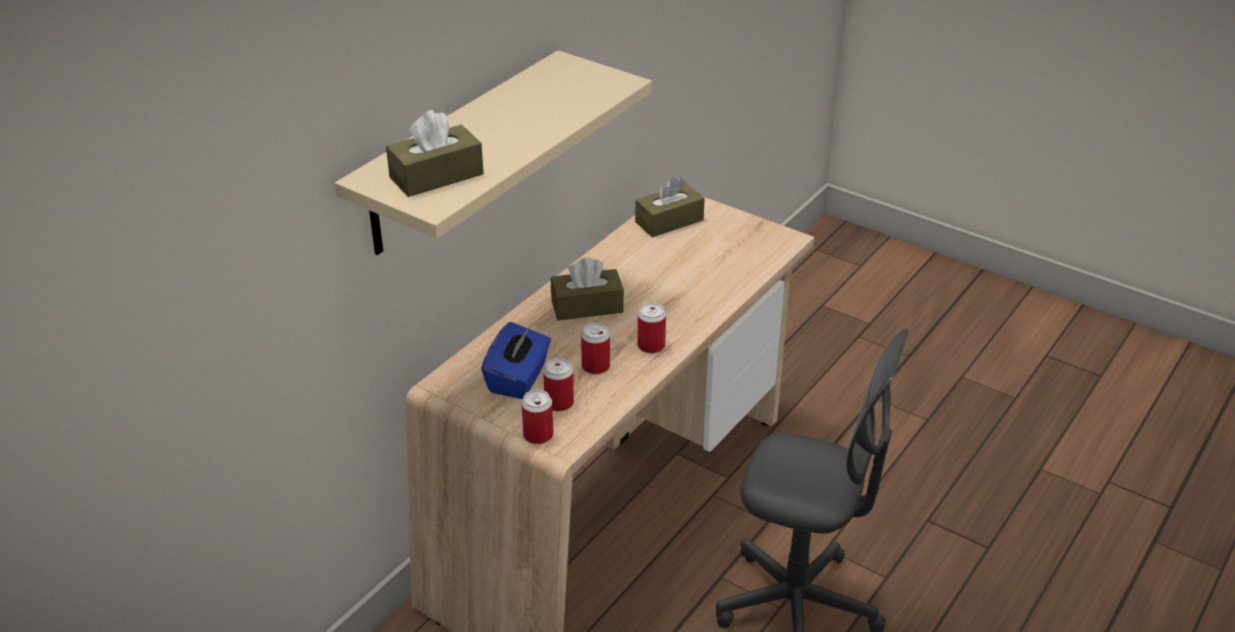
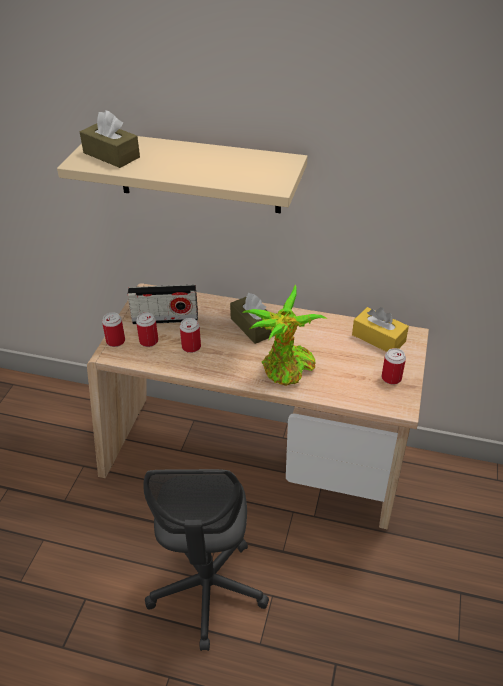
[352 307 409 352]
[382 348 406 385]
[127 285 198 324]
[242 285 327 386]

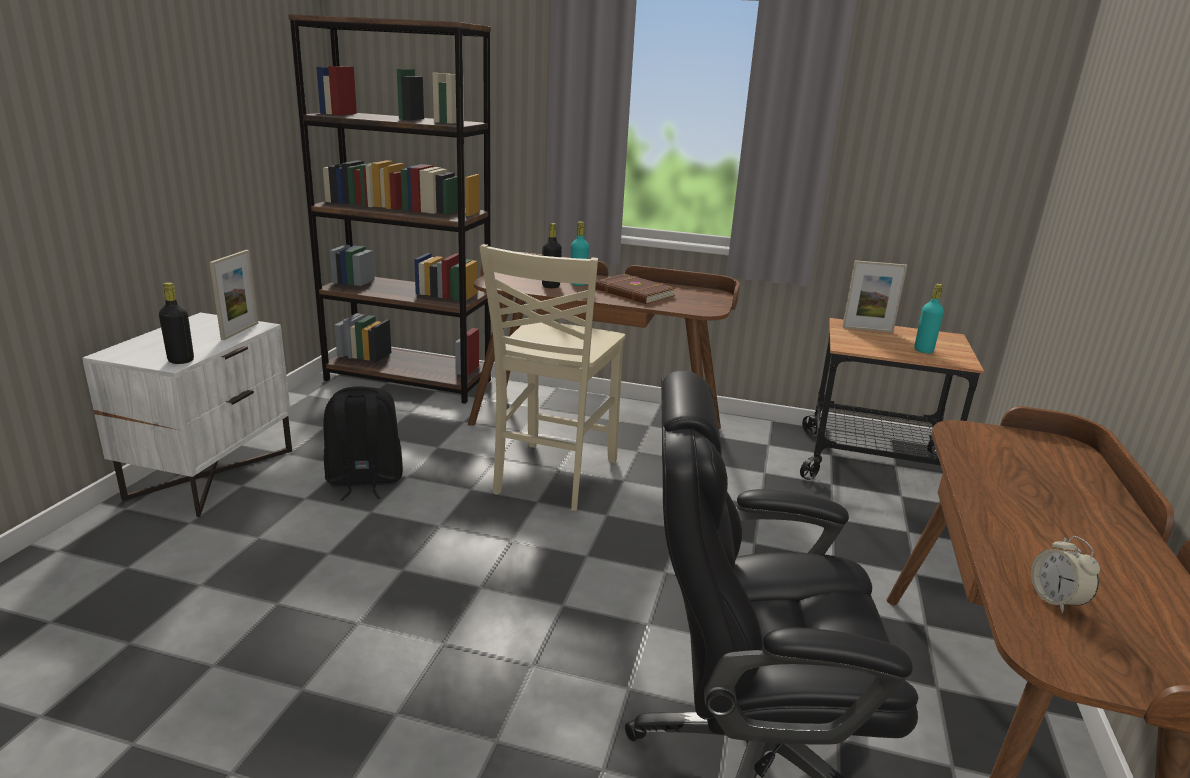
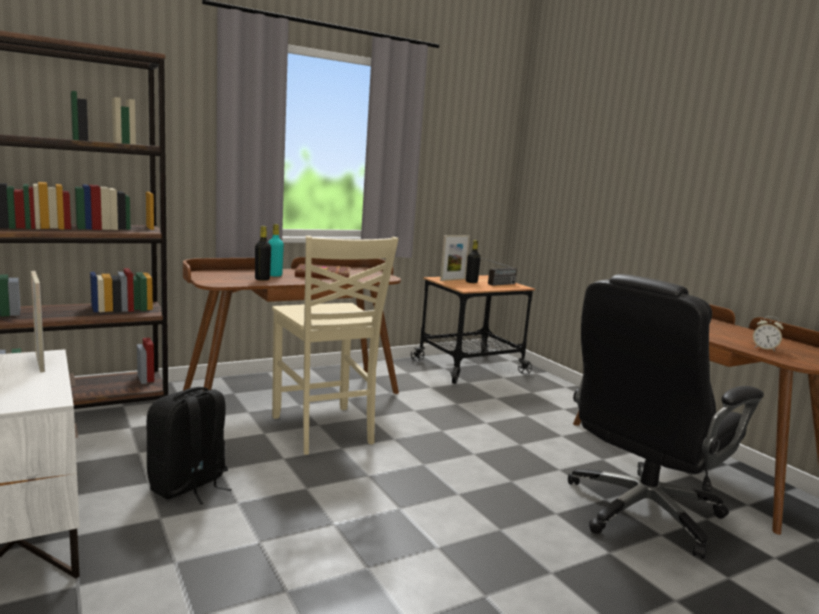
[466 240 481 283]
[479 257 517 286]

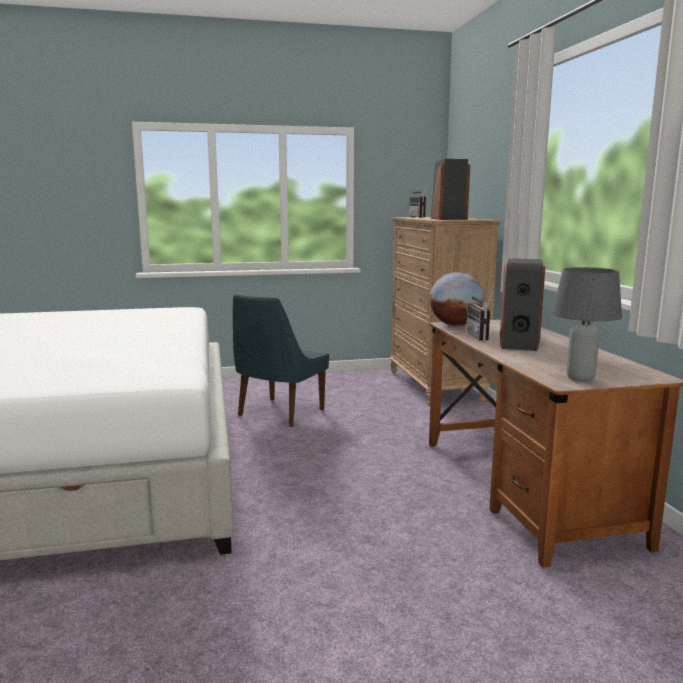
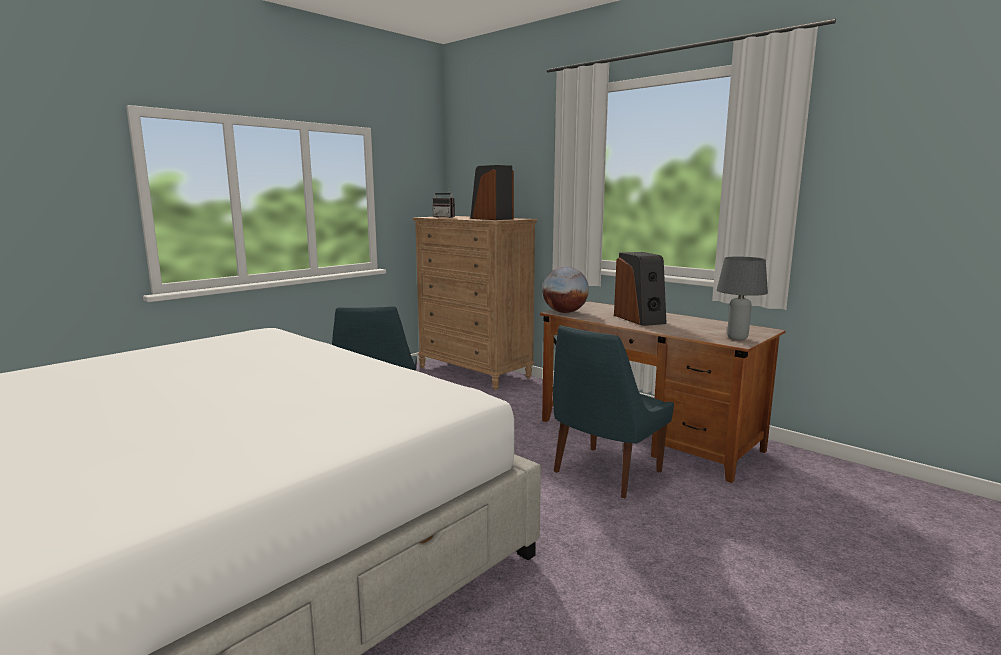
[466 289 494 341] (first image)
[553 325 674 498]

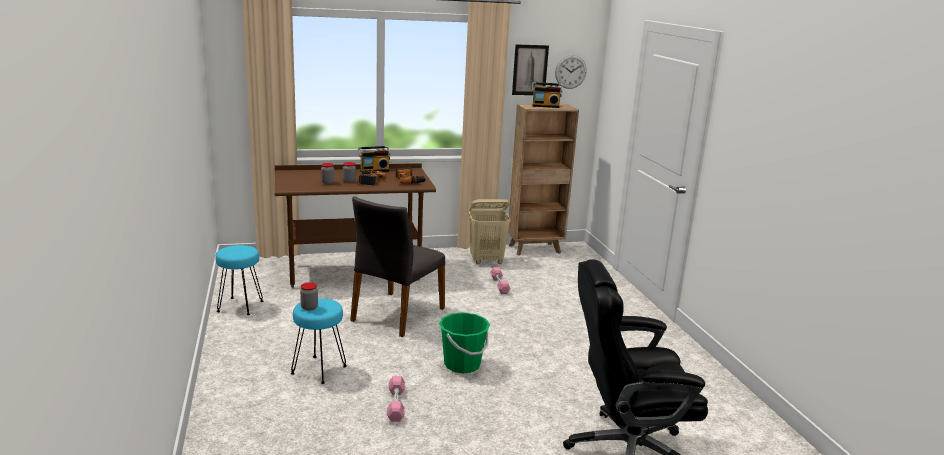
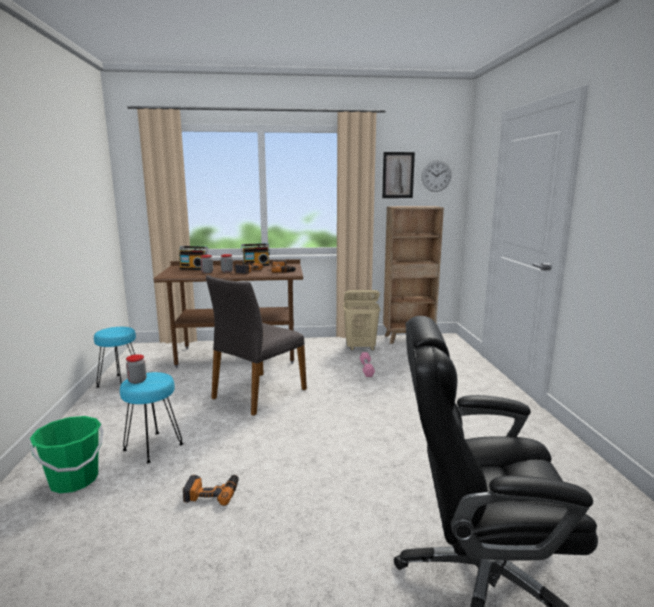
[178 246 208 270]
[30 416 104 493]
[183 475 239 506]

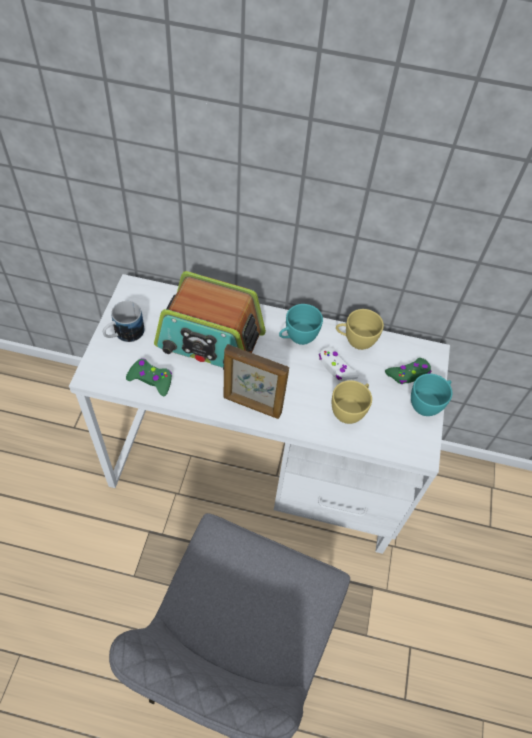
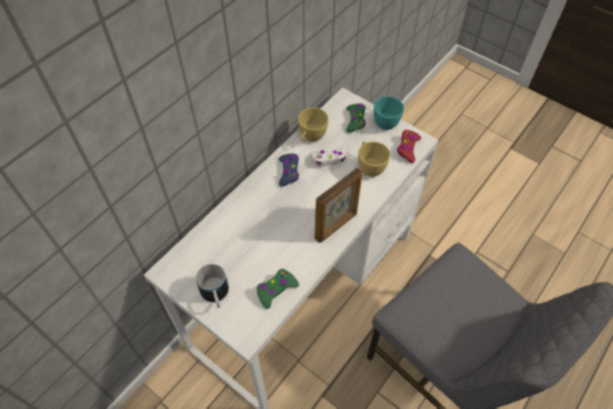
[154 271 266 370] (first image)
[279 154 299 187]
[397 130 421 163]

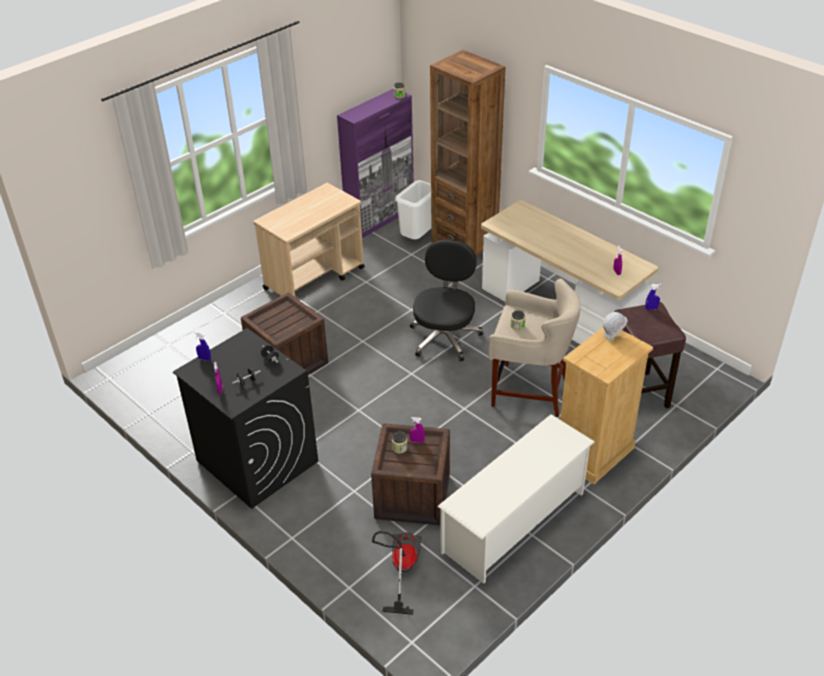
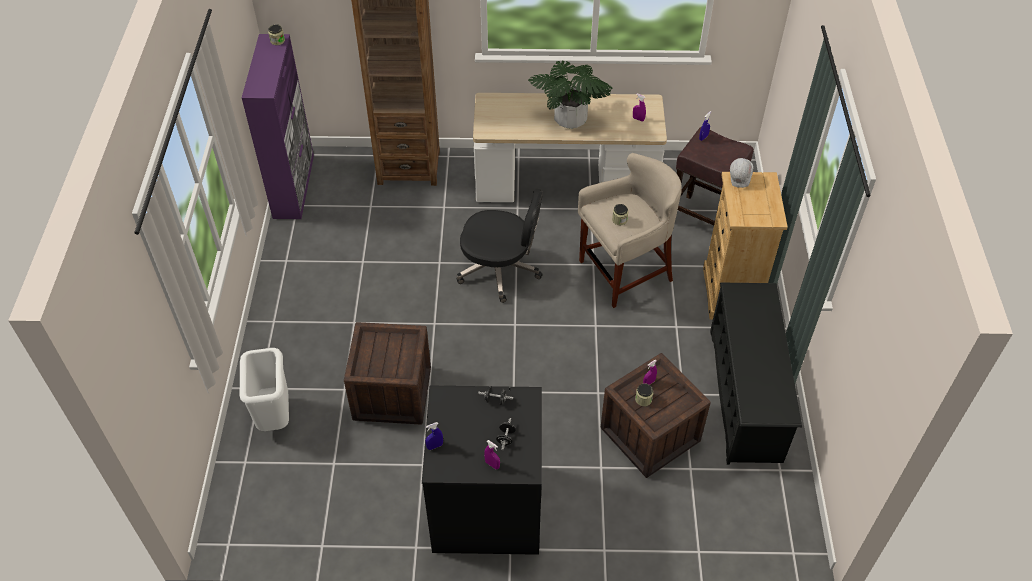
[240 348 289 431]
[254 183 365 297] (first image)
[457 188 543 303]
[710 283 802 465]
[372 531 422 615] (first image)
[528 61 612 129]

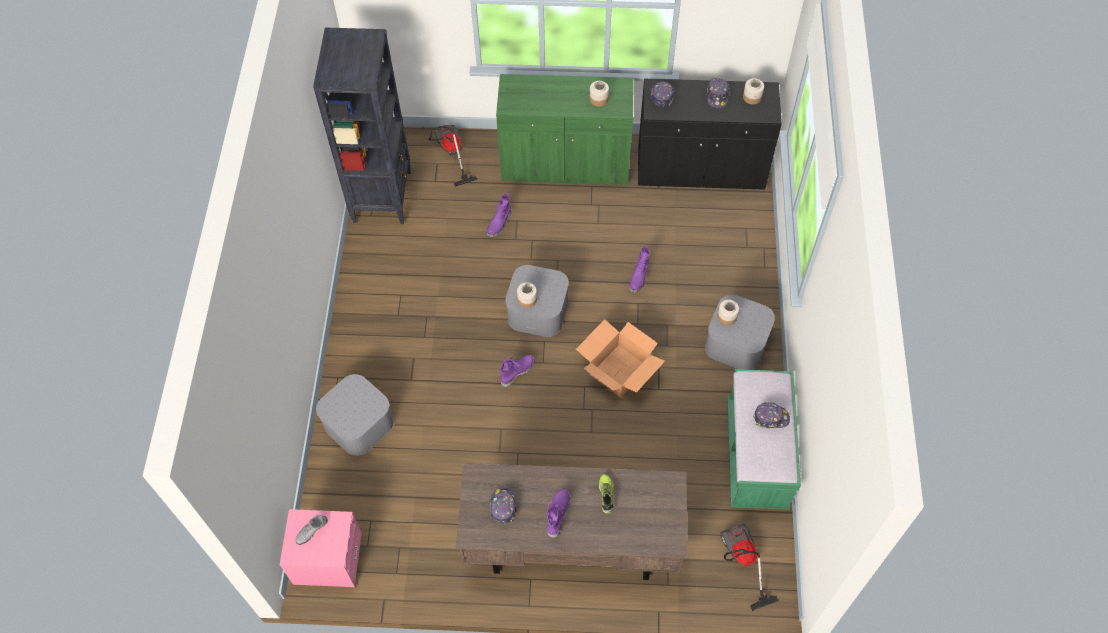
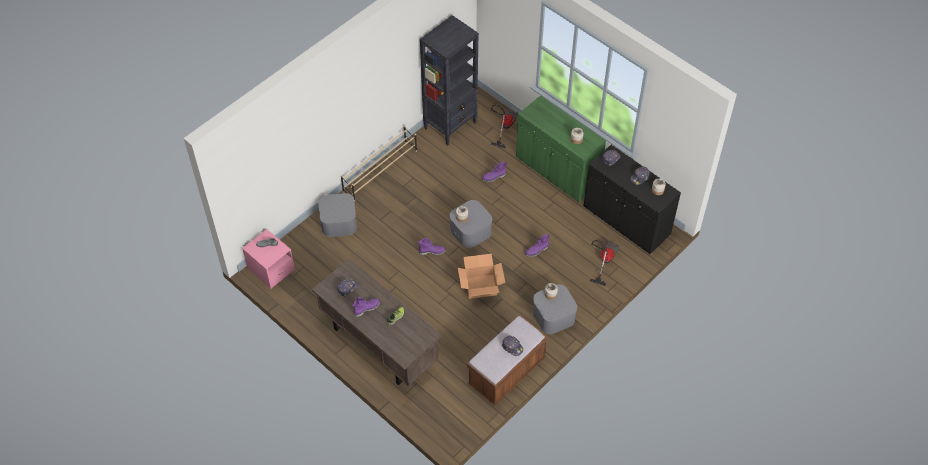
[468 315 548 406]
[590 240 619 286]
[341 126 417 201]

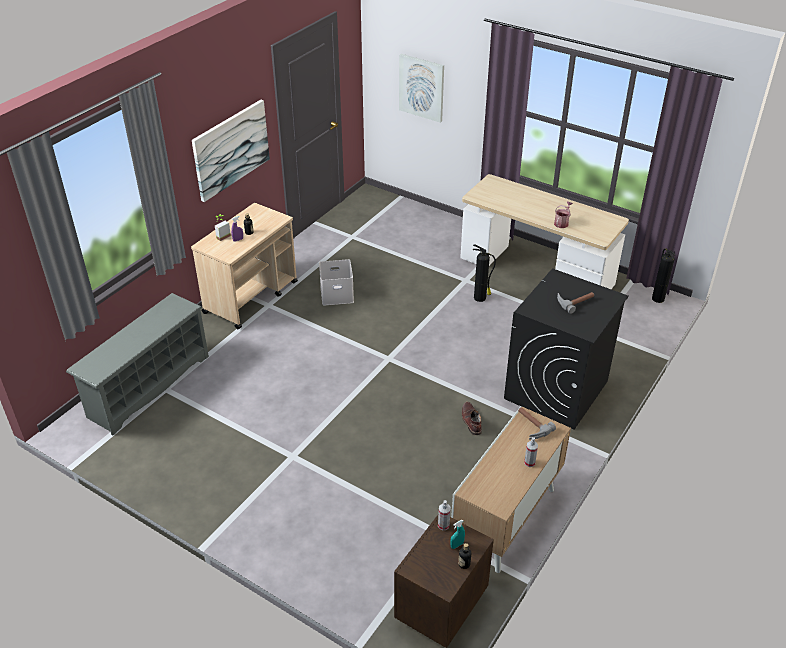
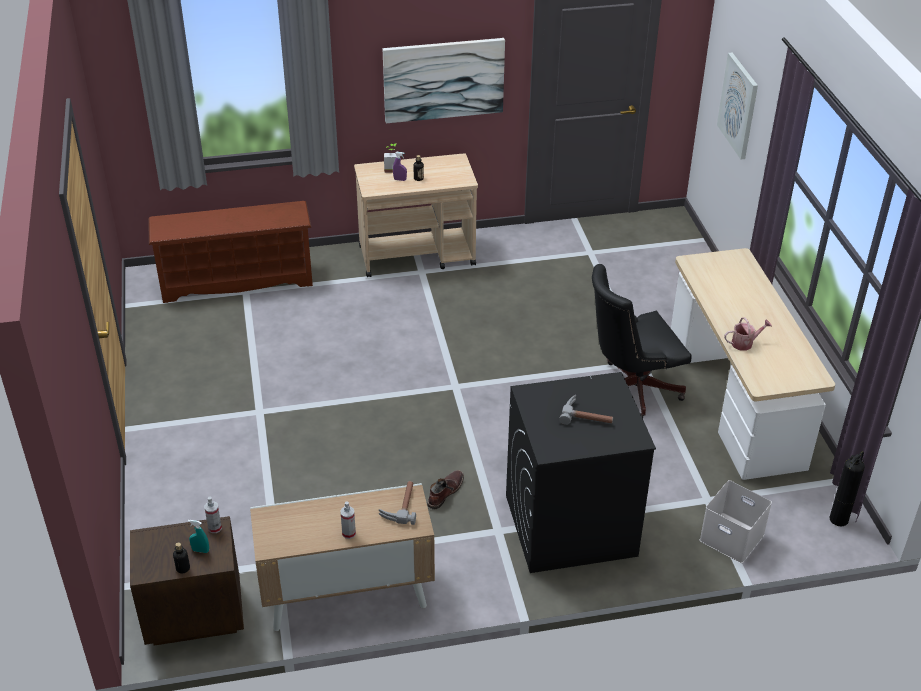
[592 264 692 418]
[699 480 772 563]
[148 201 313 303]

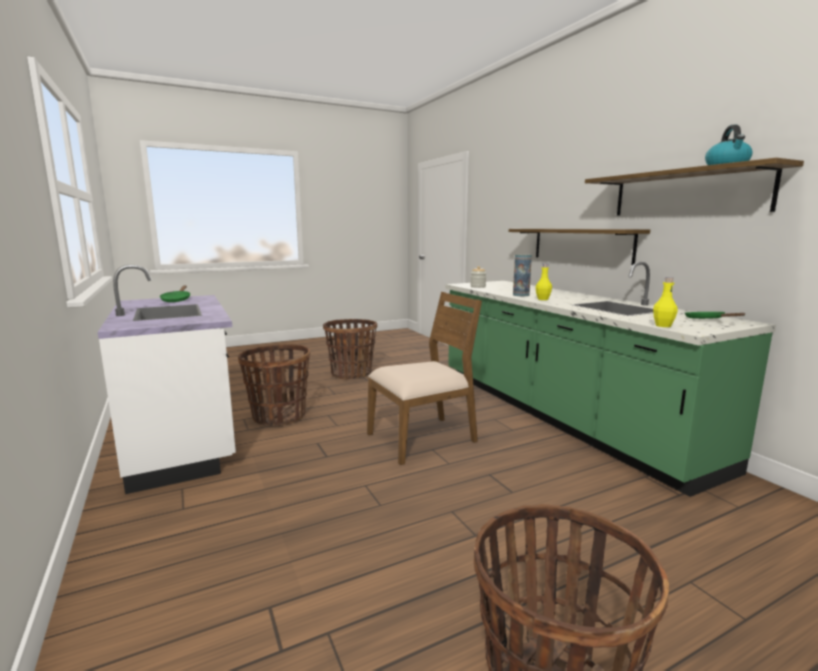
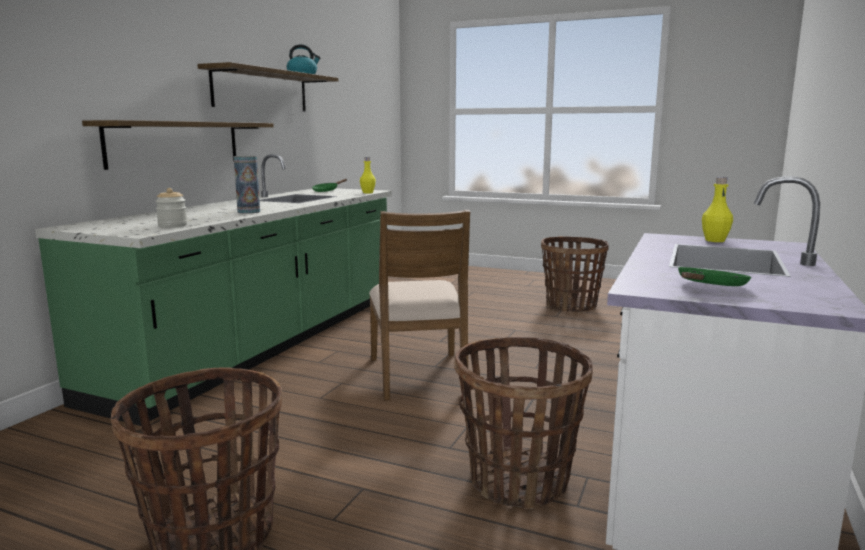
[702 177 733 242]
[369 210 470 400]

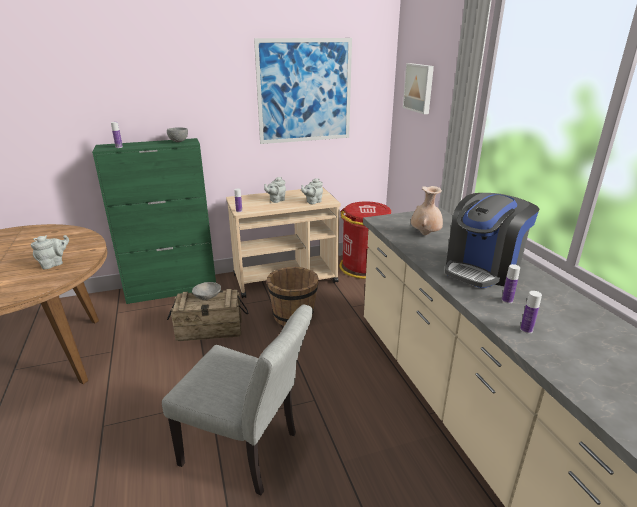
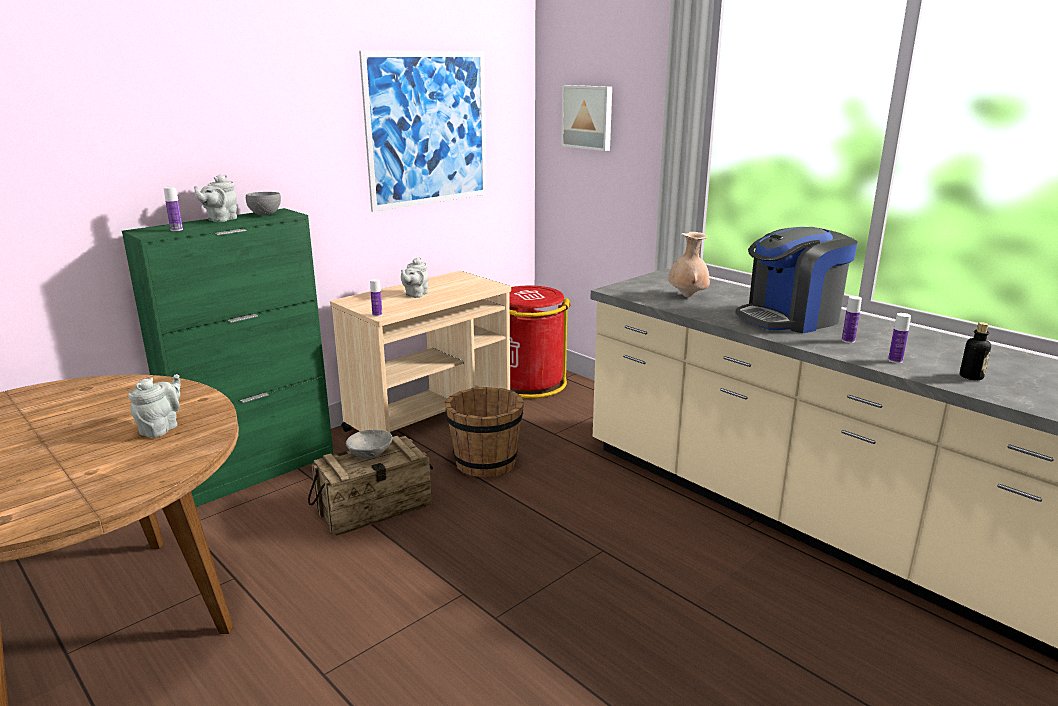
[194 174 237 222]
[735 227 858 333]
[162 304 313 496] (first image)
[960 322 991 380]

